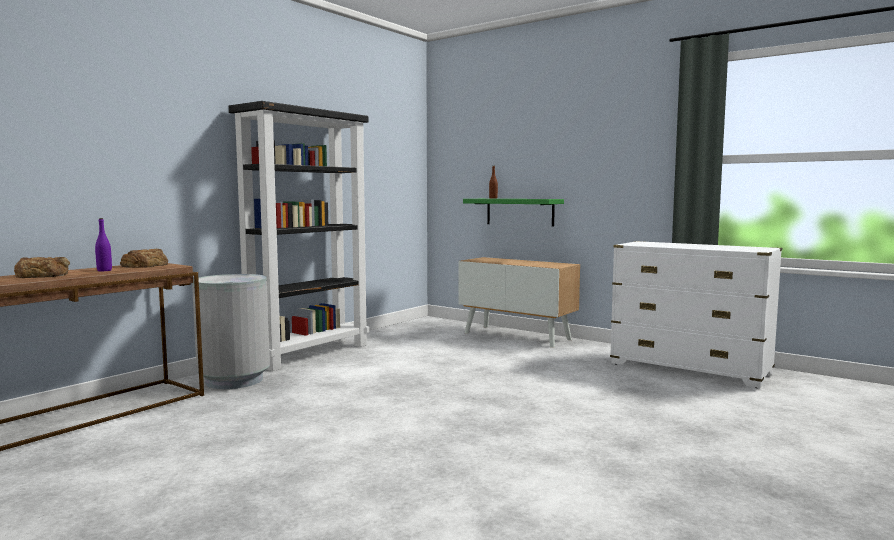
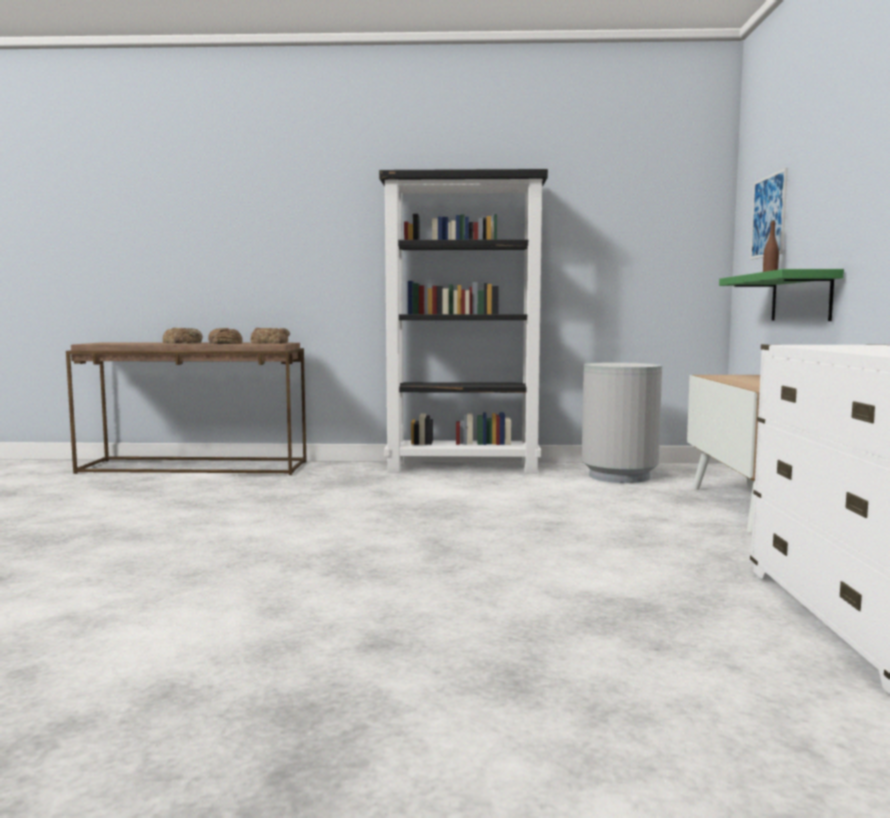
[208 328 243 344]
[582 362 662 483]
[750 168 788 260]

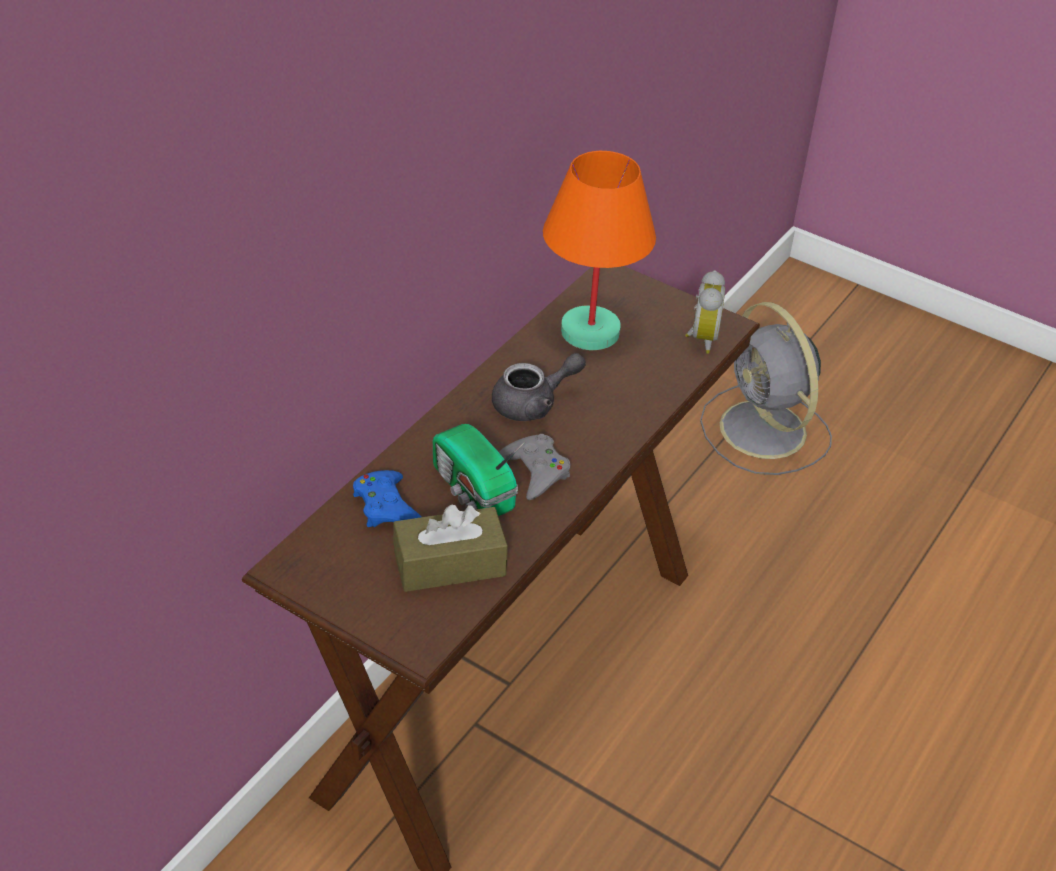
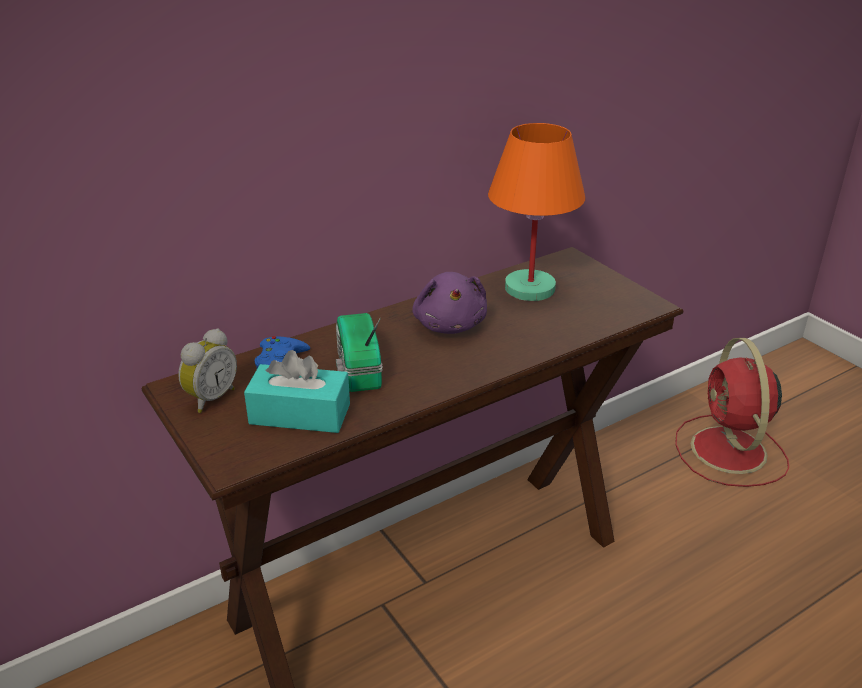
[178 328 237 413]
[675 338 789 487]
[412 272 487 334]
[499 434 570 500] (first image)
[244 350 350 433]

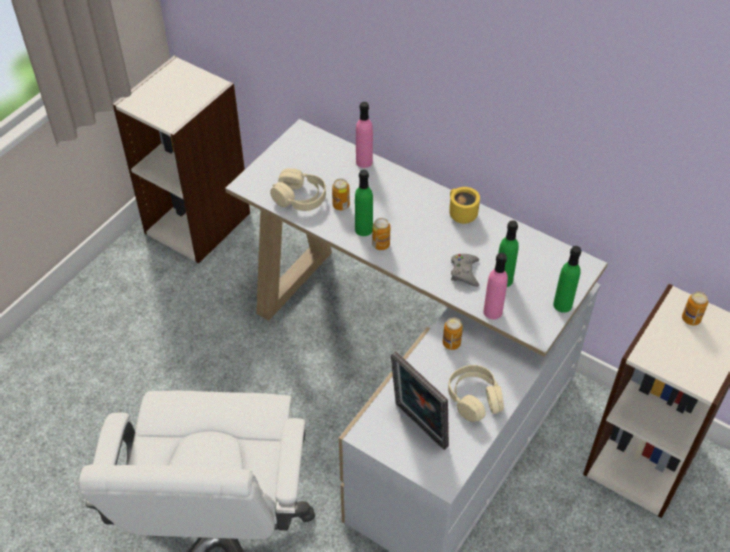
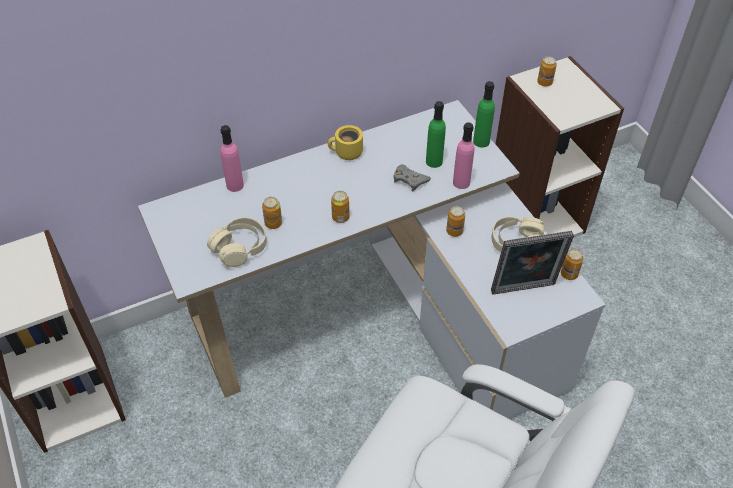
[355 170 373 236] (first image)
[561 249 583 280]

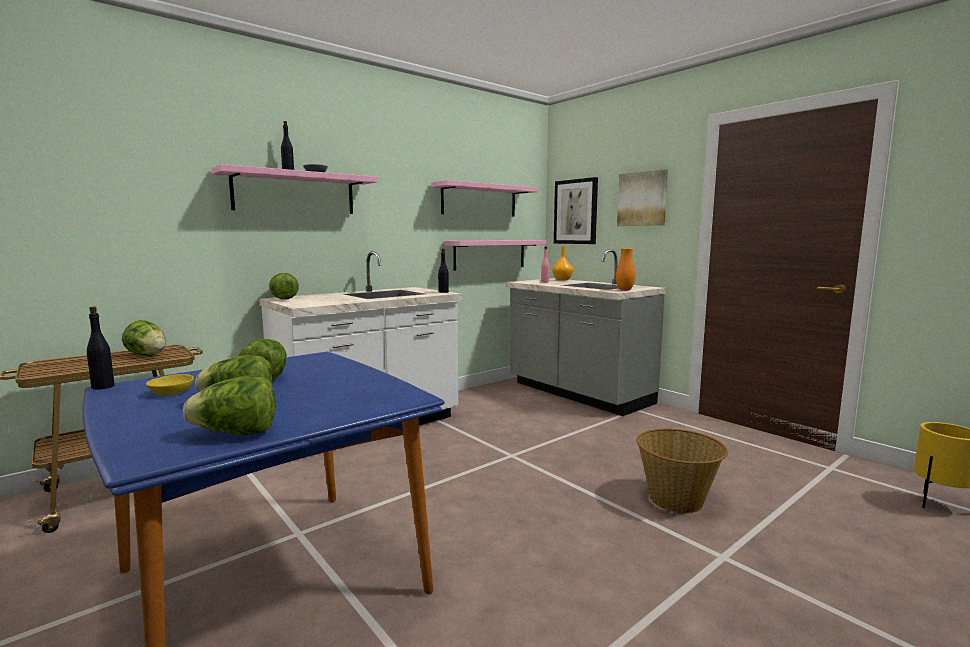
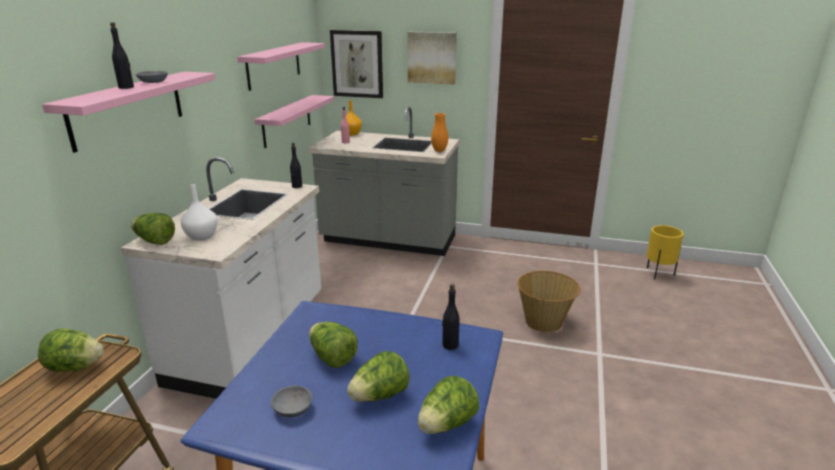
[442 284 460 350]
[271 386 312 418]
[181 184 218 241]

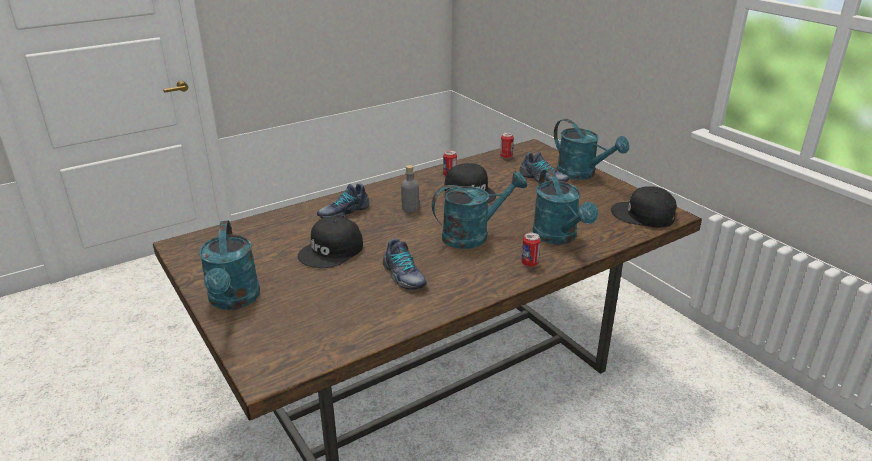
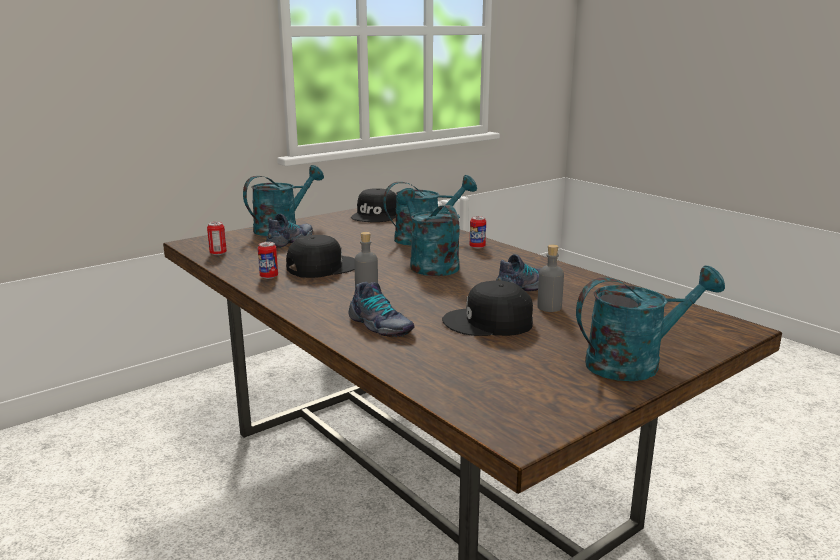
[442 280 533 336]
[537 244 564 312]

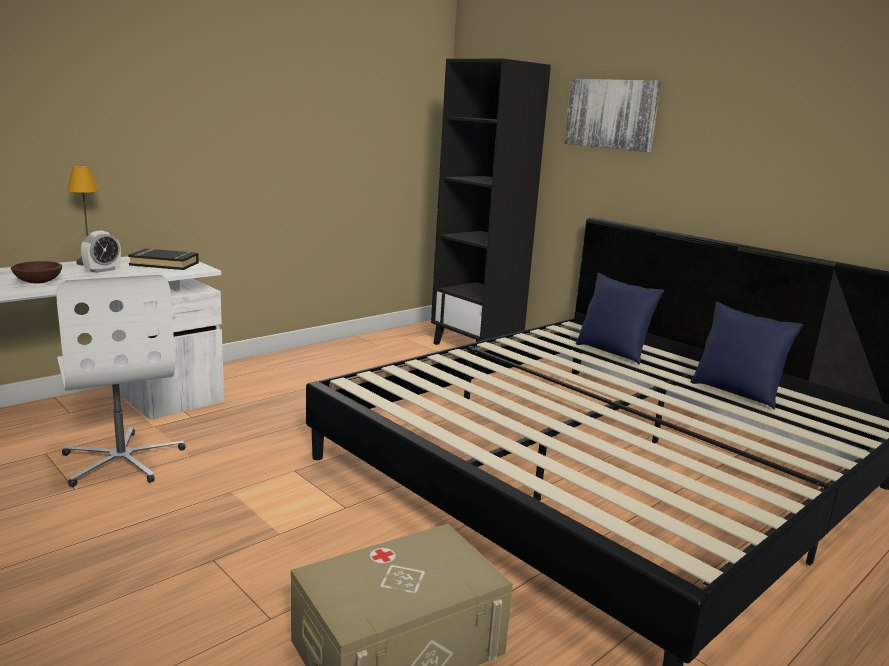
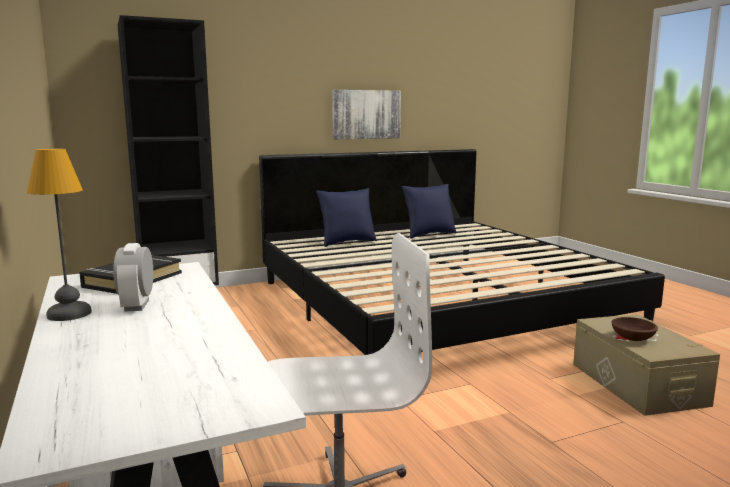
[332 90 401 139]
[113 243 153 312]
[612 317 658 341]

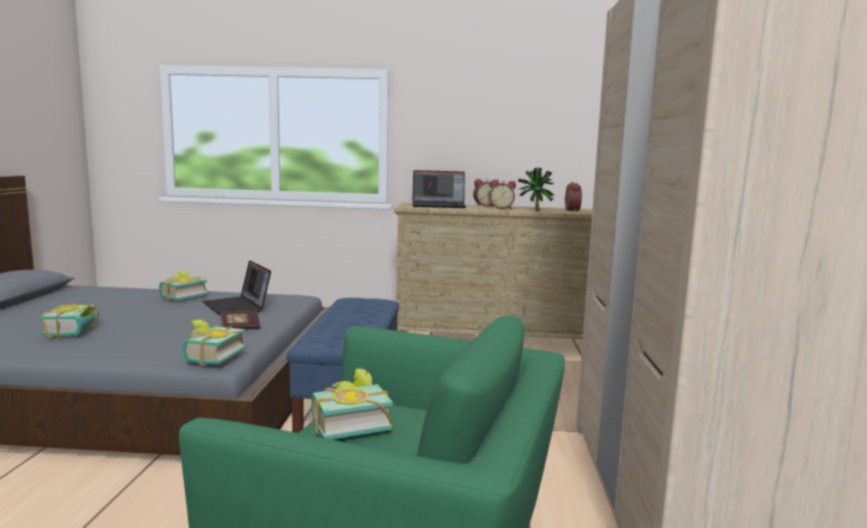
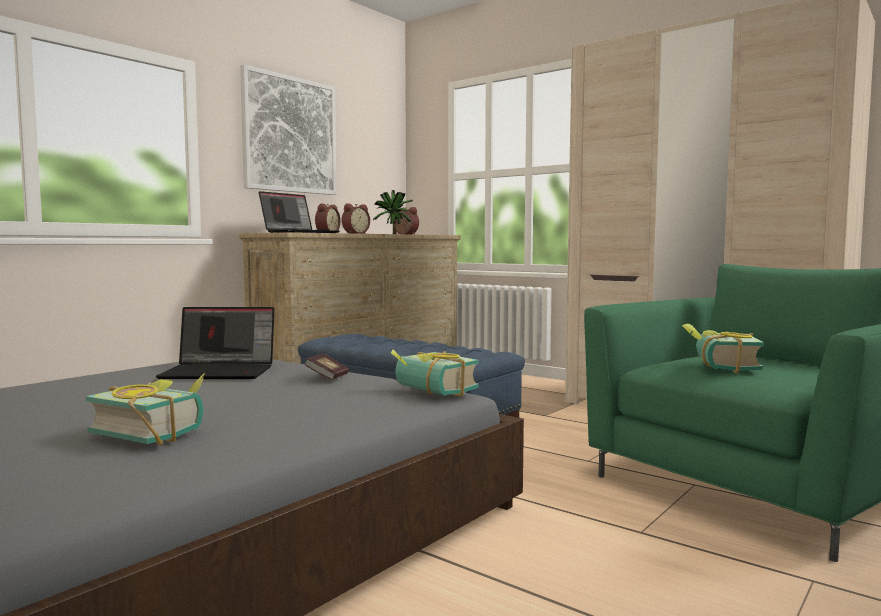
[159 270 208 301] (first image)
[240 64 337 195]

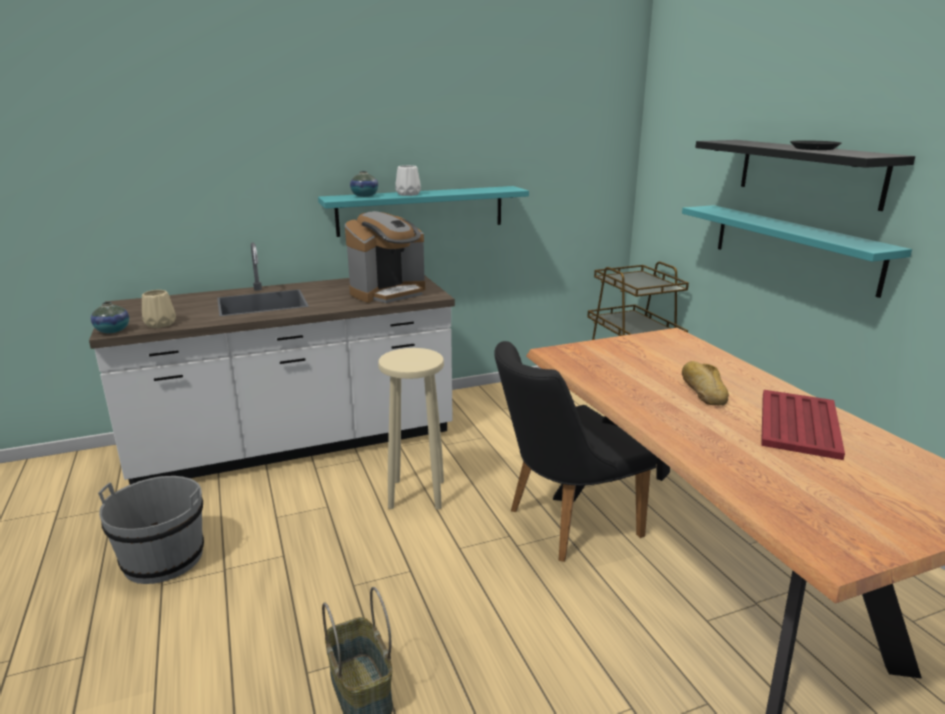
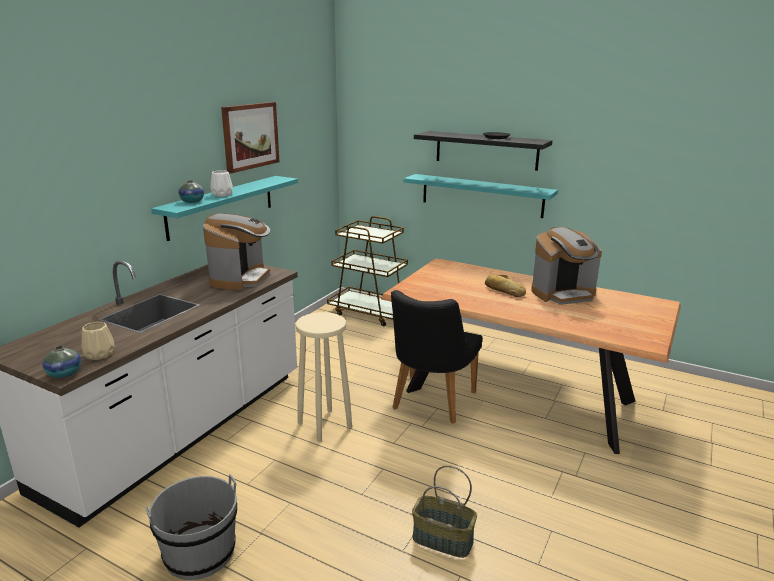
[531 227 602 305]
[221 102 279 174]

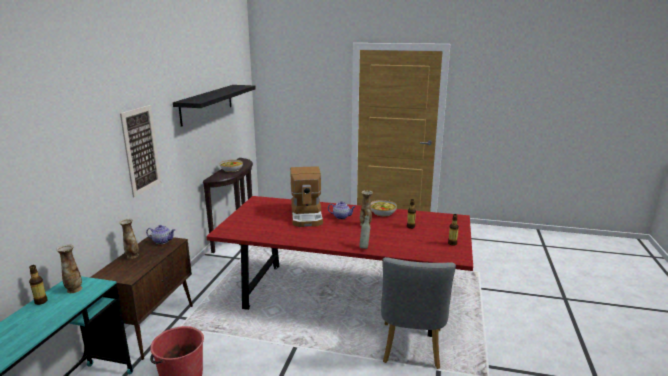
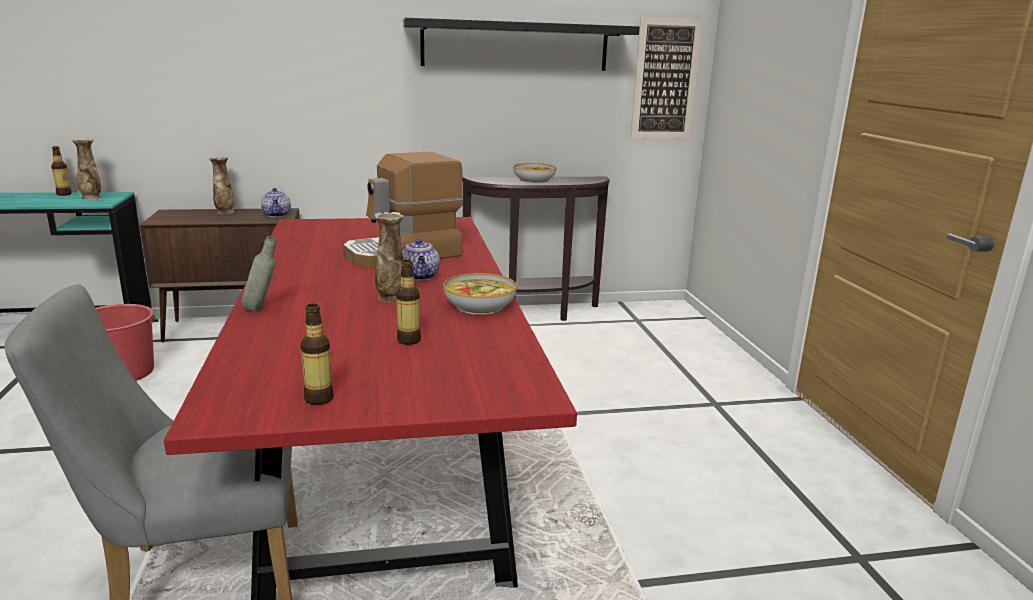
[630 17 703 139]

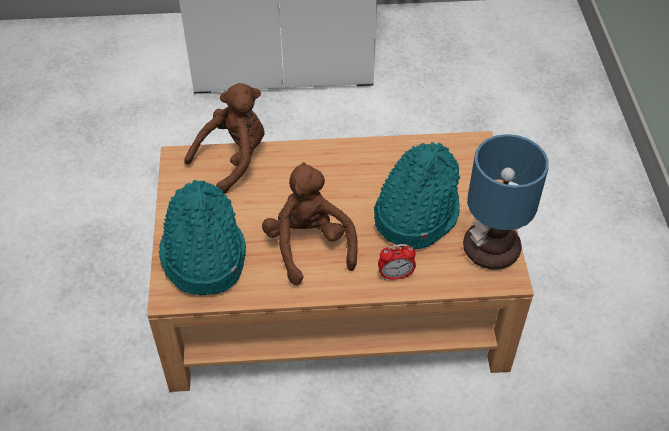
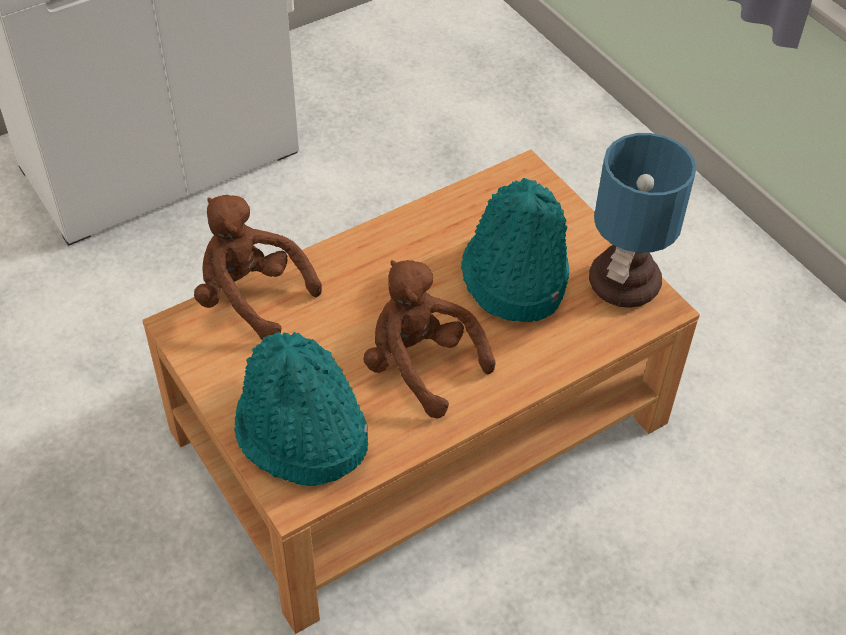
[194 195 322 340]
[378 244 416 280] (first image)

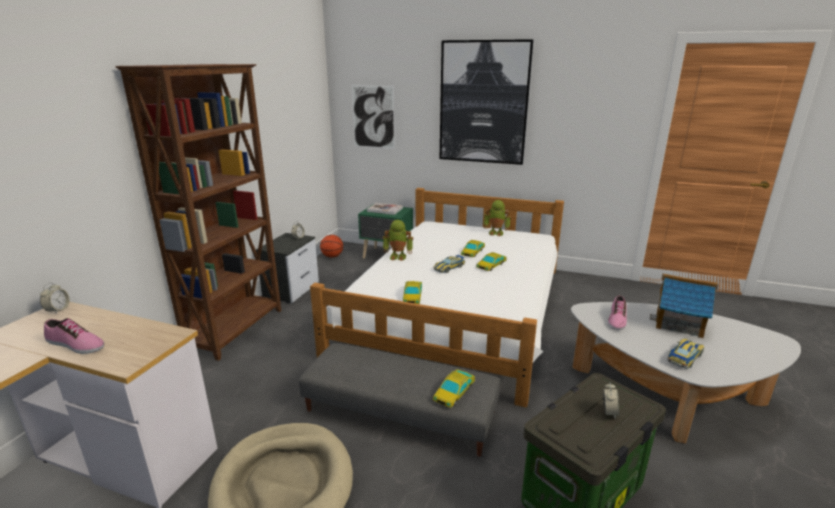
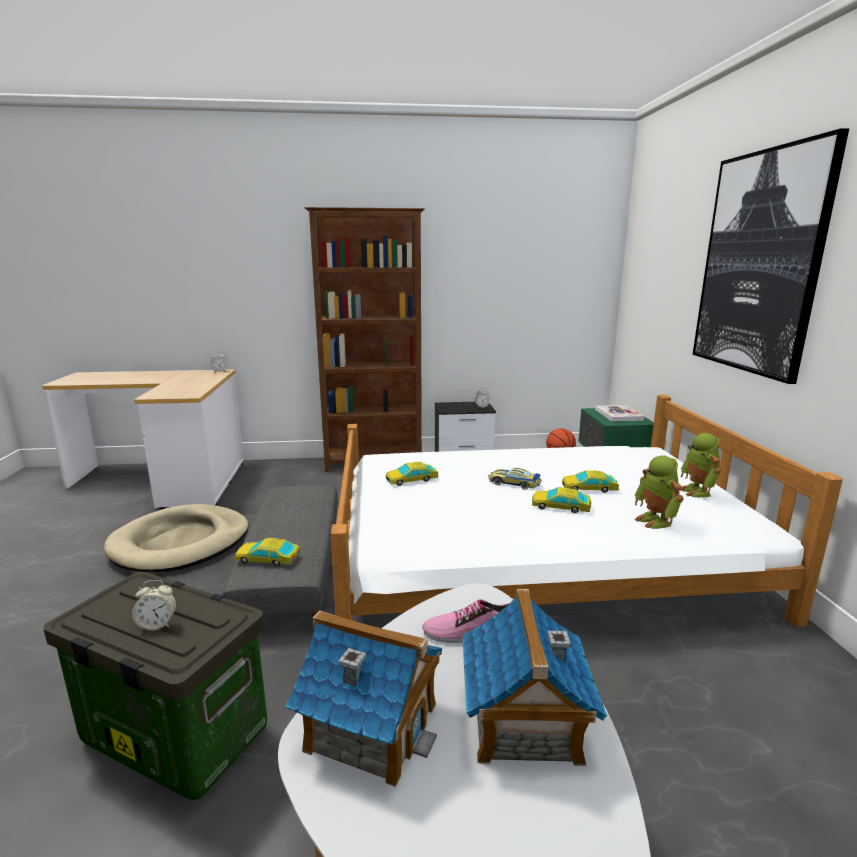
[351 85 395 149] (first image)
[635 455 684 529]
[44 318 104 354] (first image)
[286 610 442 787]

